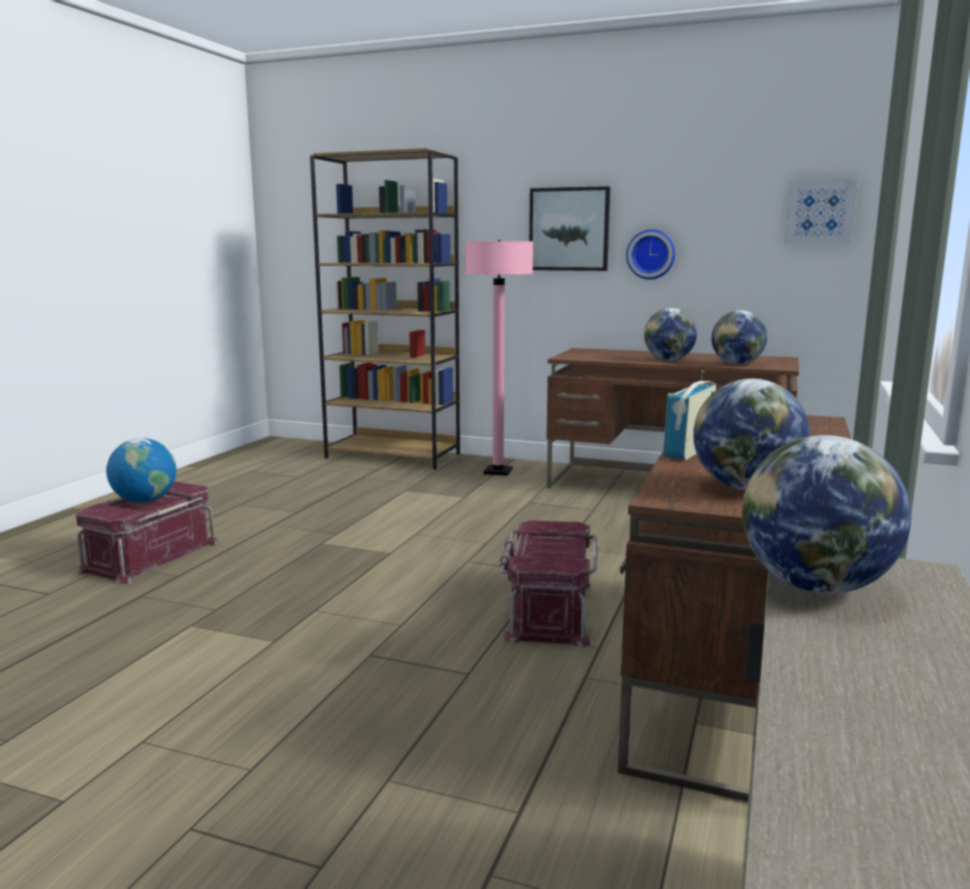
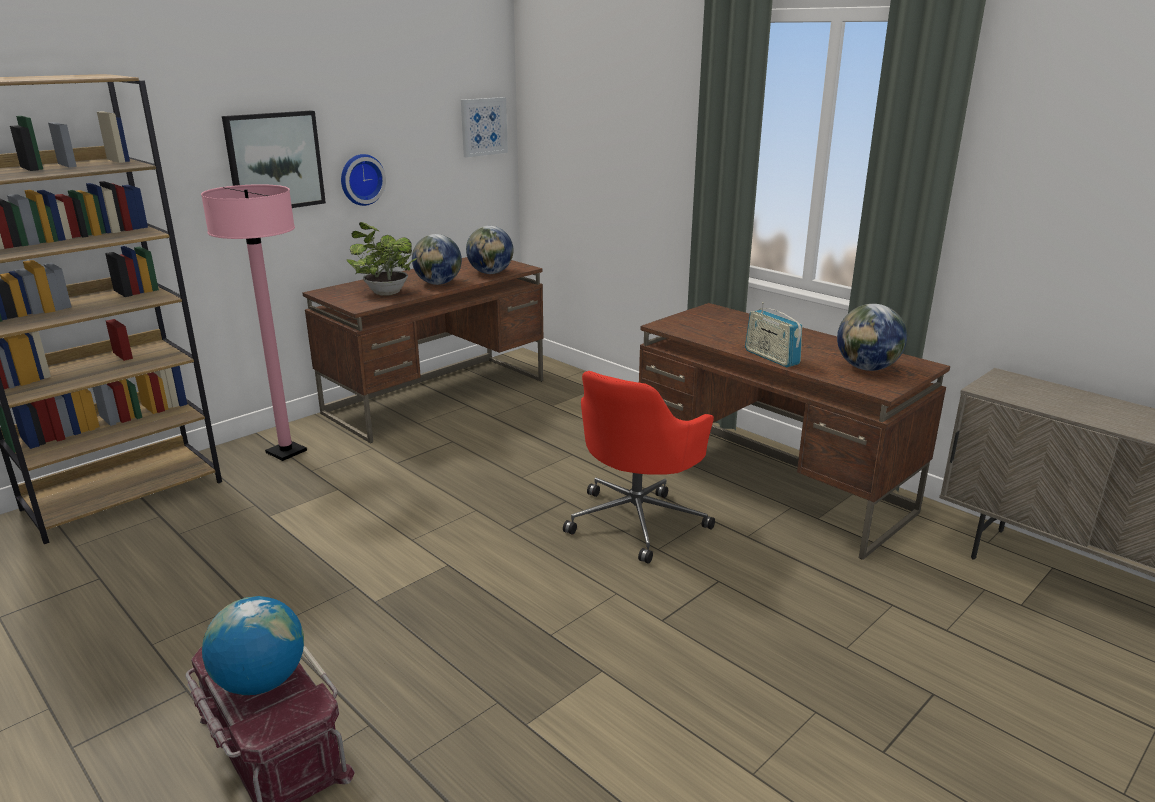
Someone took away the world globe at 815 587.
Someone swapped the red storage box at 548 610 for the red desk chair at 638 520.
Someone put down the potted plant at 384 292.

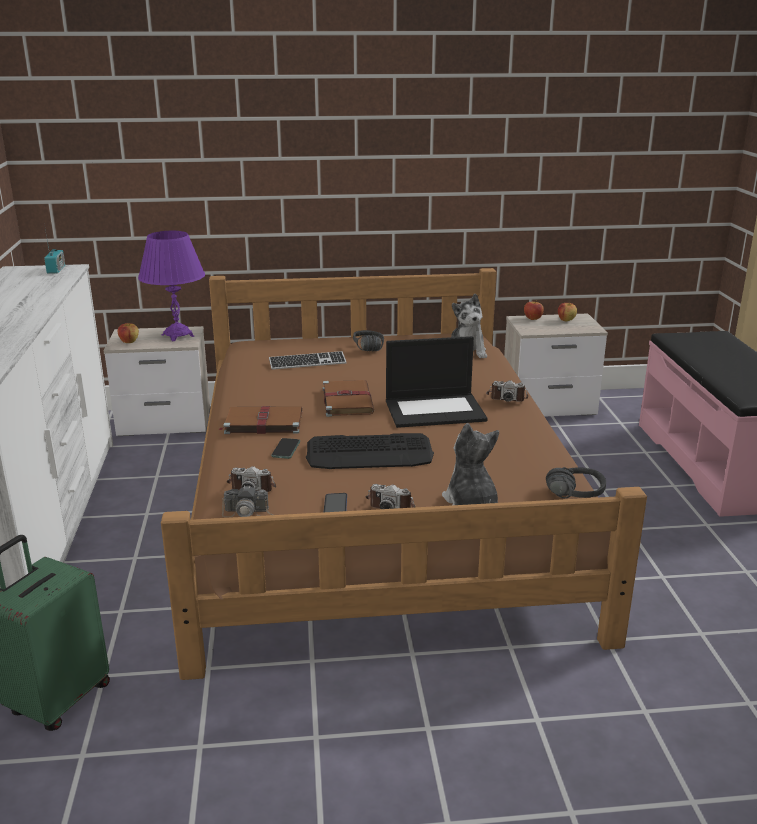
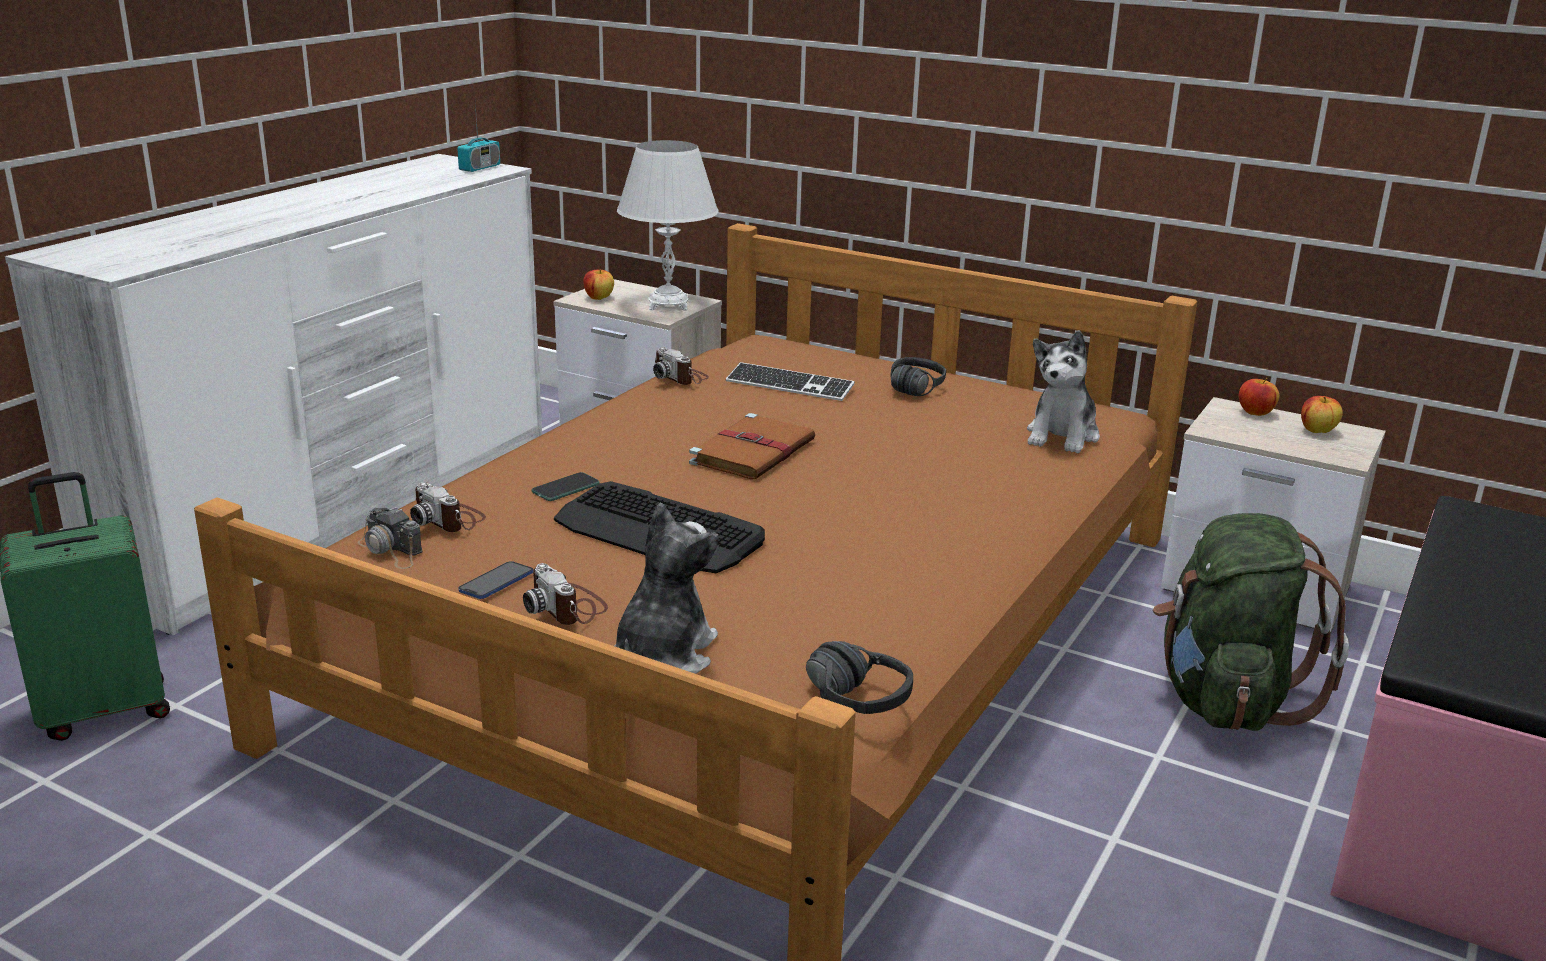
Someone repainted the purple-coloured tabletop lamp at 177 335, which became the white-coloured tabletop lamp at 668 304.
Someone took away the portable computer at 435 410.
Someone carried the still camera from 506 397 to 680 377.
Someone took away the brown-coloured bound book at 262 423.
Someone put down the green backpack at 1225 699.

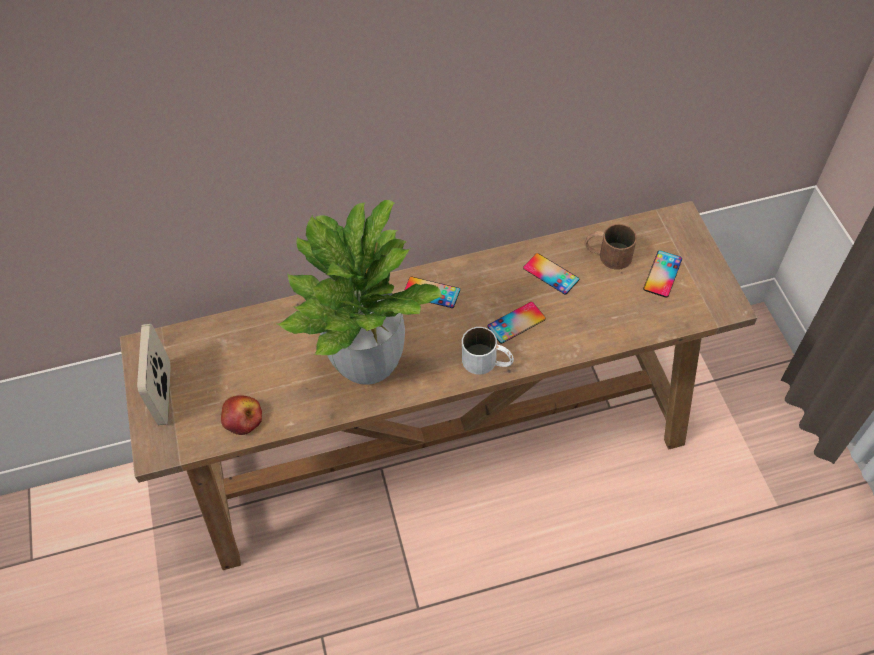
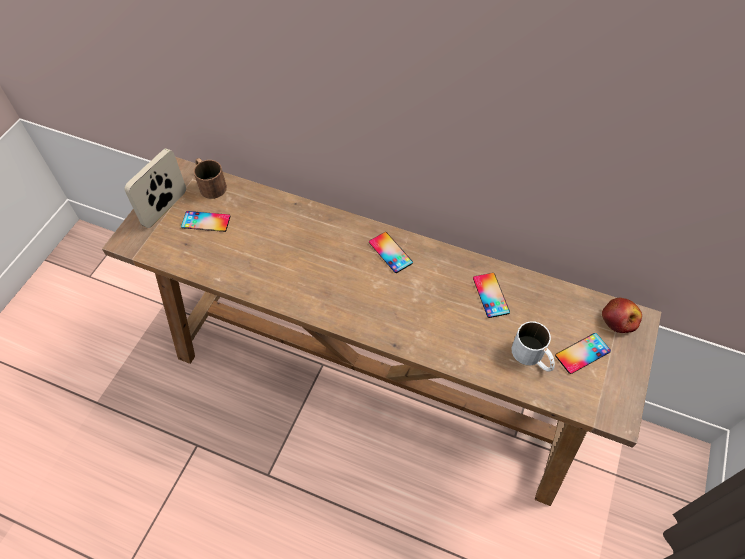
Someone took away the potted plant at 368 362.
Someone carried the brown-coloured coffee mug from 607 255 to 209 184.
Someone carried the telephone from 516 323 to 206 221.
Someone carried the white-coloured coffee mug from 487 362 to 533 357.
Someone carried the apple from 243 419 to 619 319.

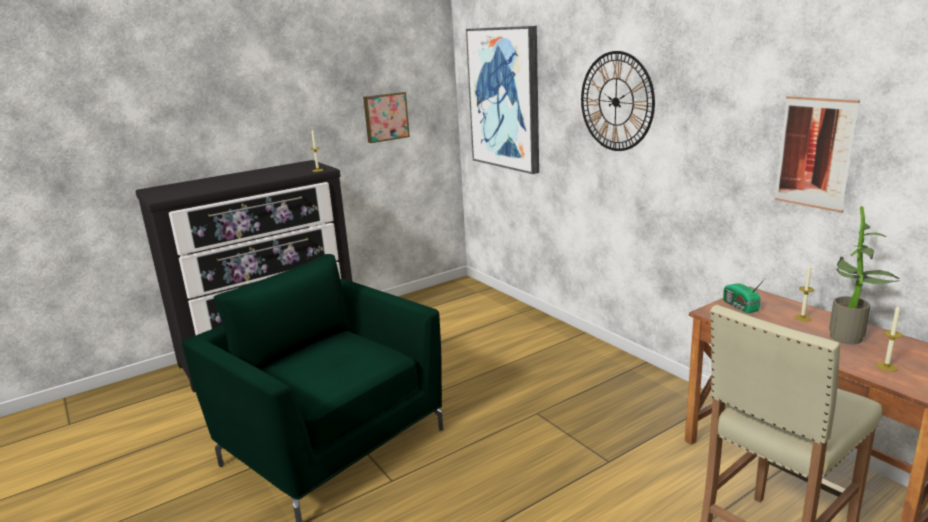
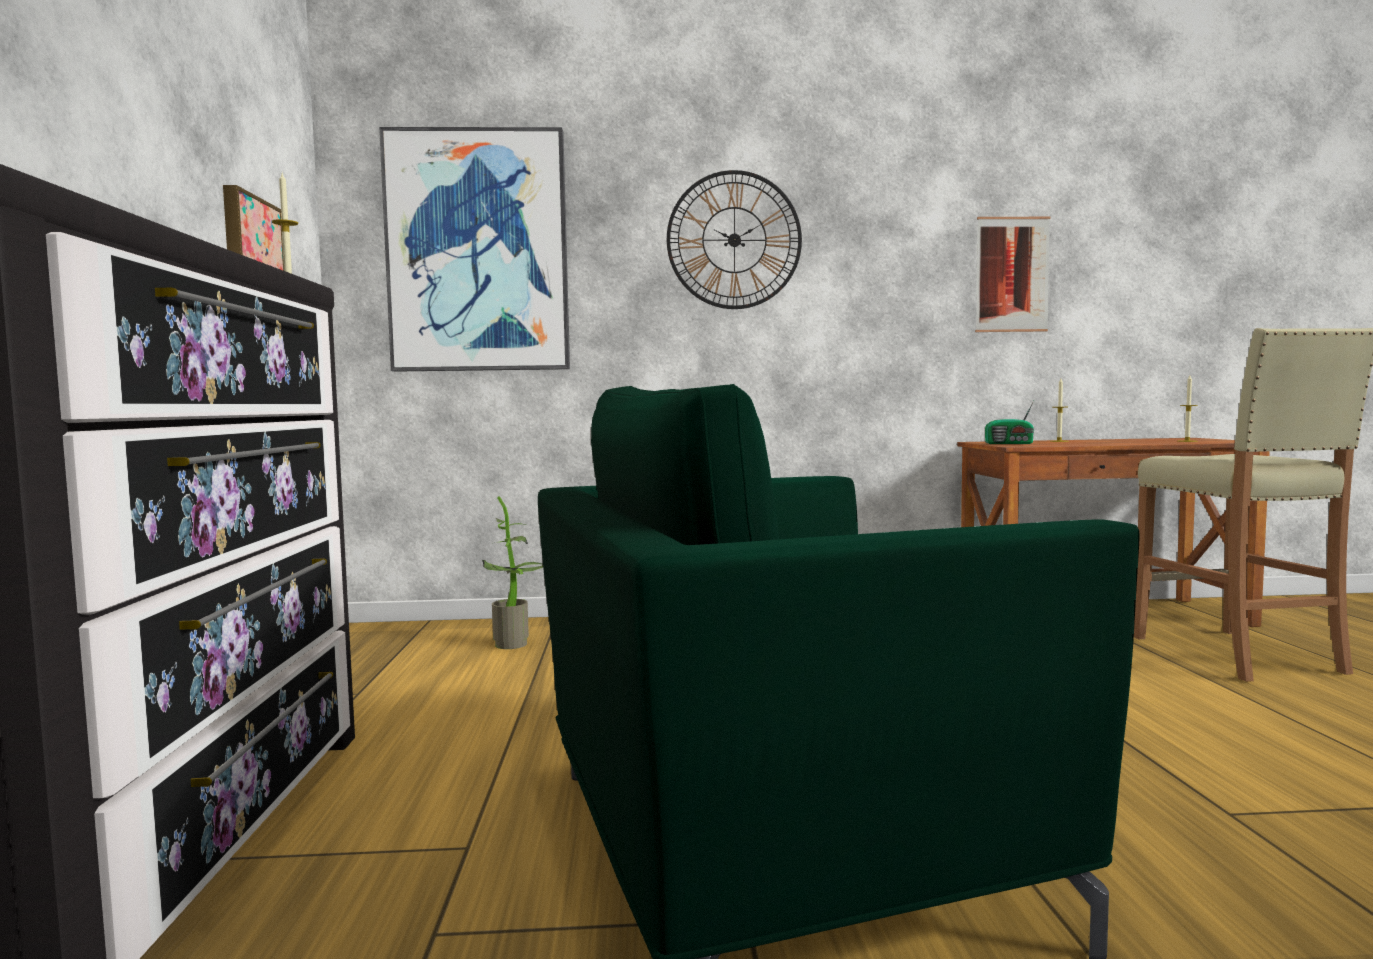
Someone carried the potted plant from 851 338 to 516 643.

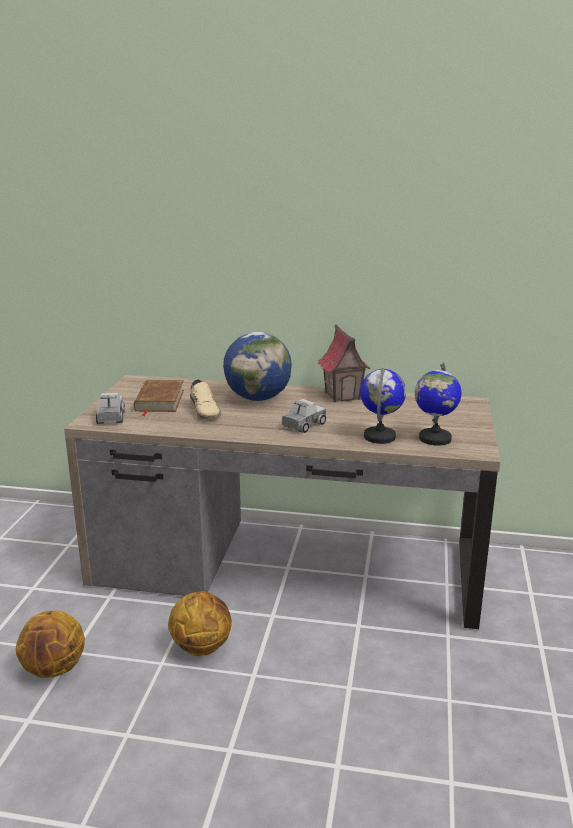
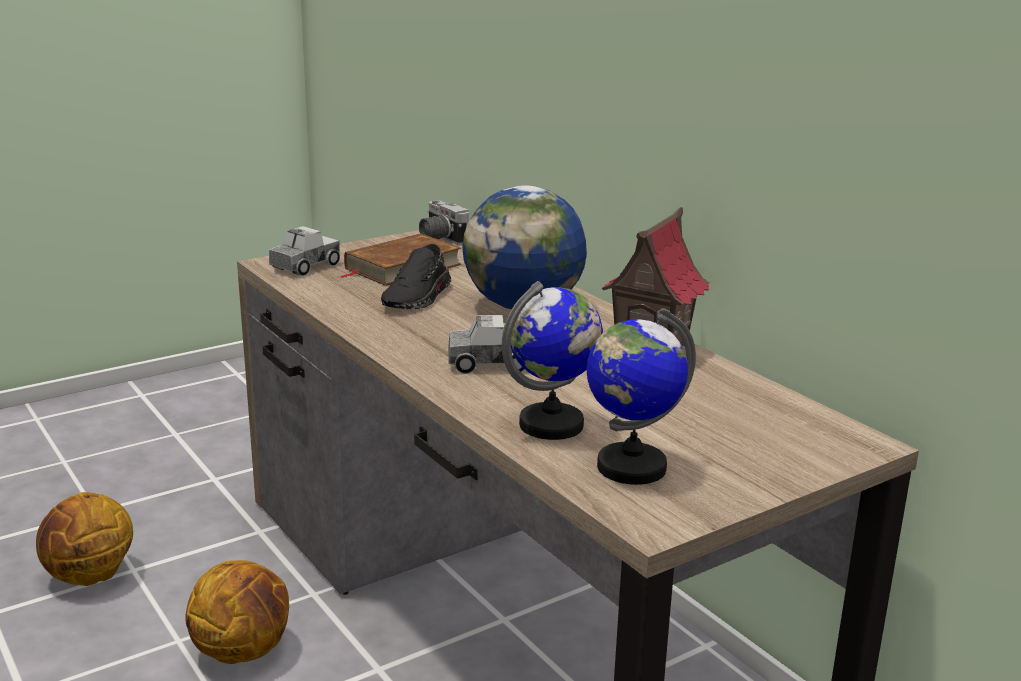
Someone repainted the beige-coloured low shoe at 205 411, which became the black-coloured low shoe at 419 298.
Someone put down the still camera at 439 239.

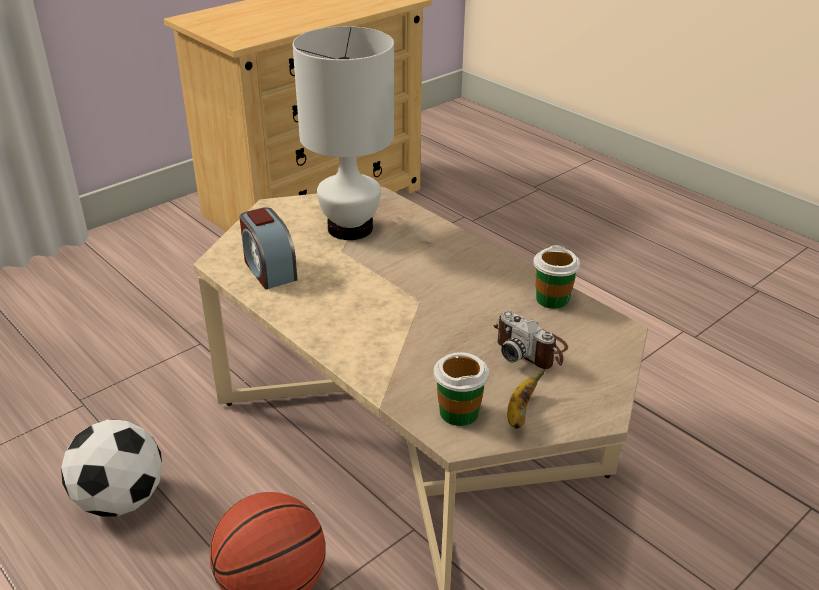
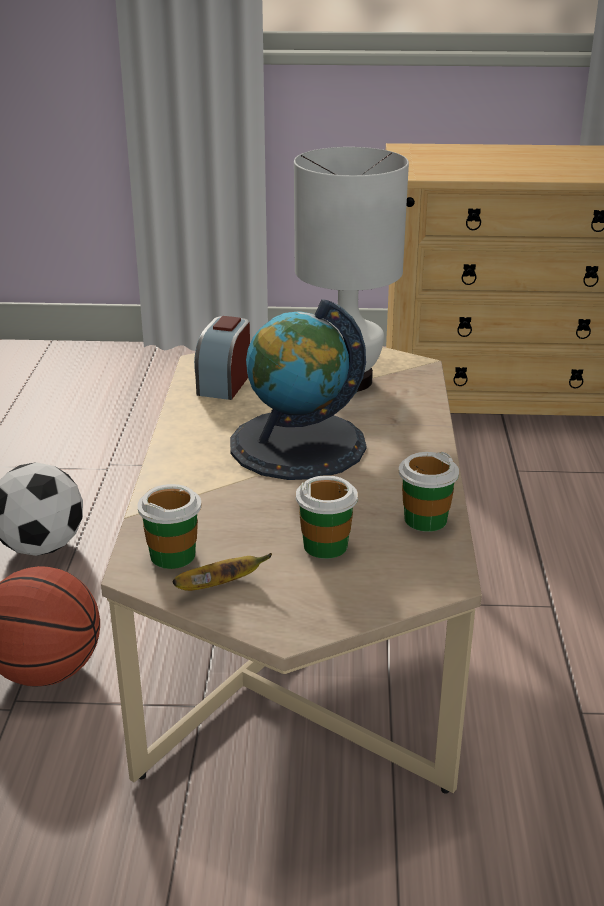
Someone swapped the still camera at 531 348 for the drinking cup at 326 545.
Someone put down the world globe at 297 445.

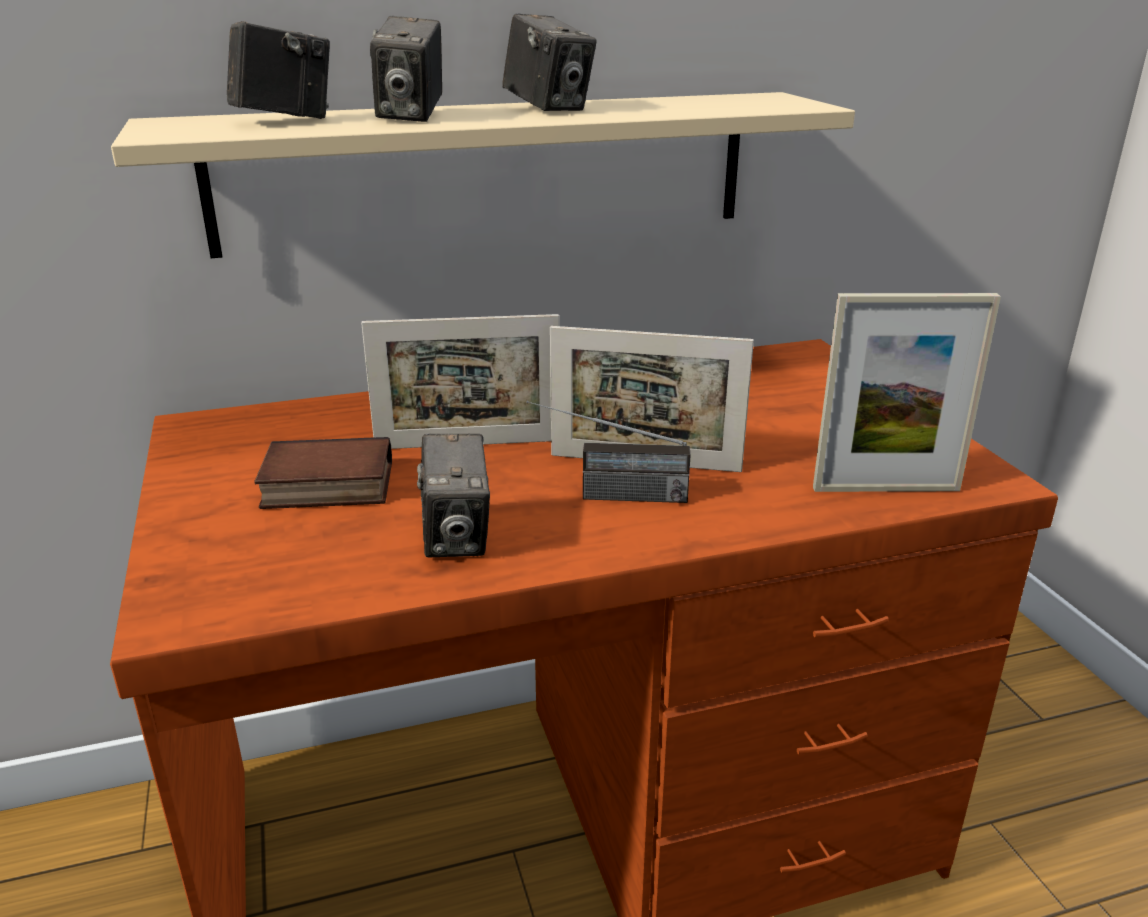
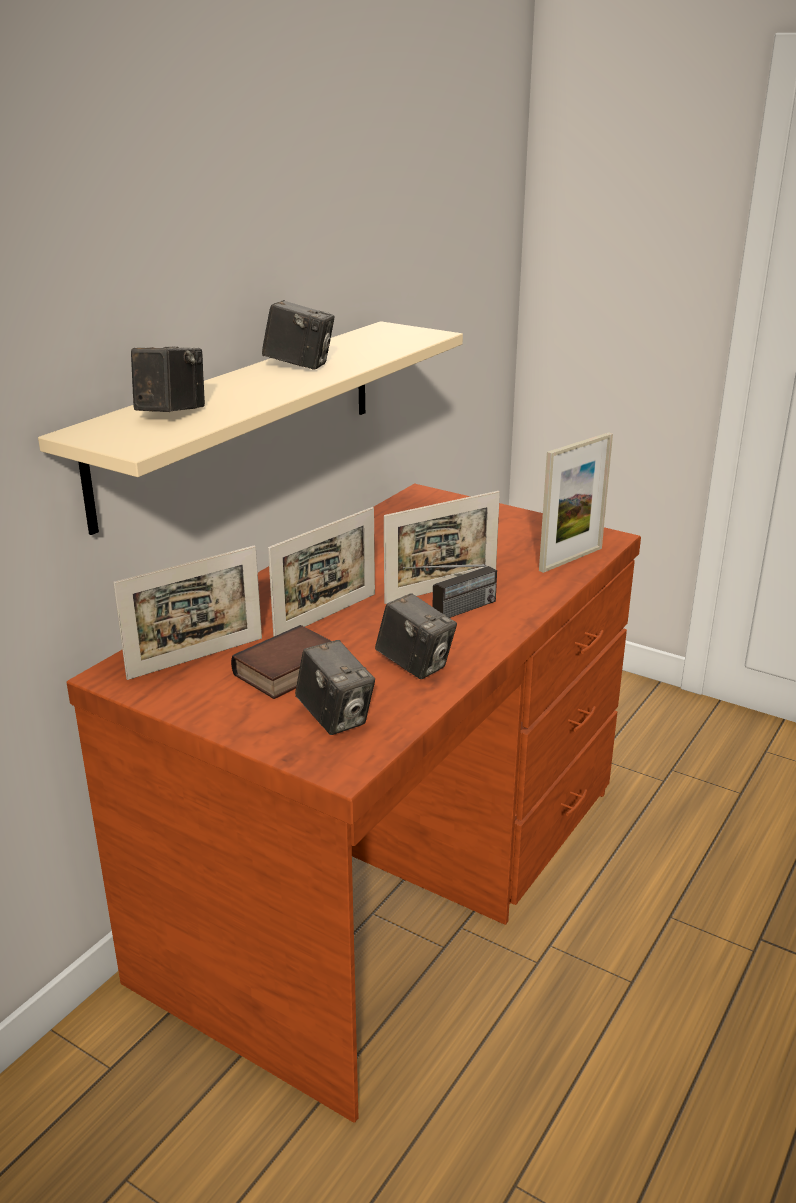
Someone carried the still camera from 411 117 to 335 718.
Someone put down the photo frame at 196 658.

